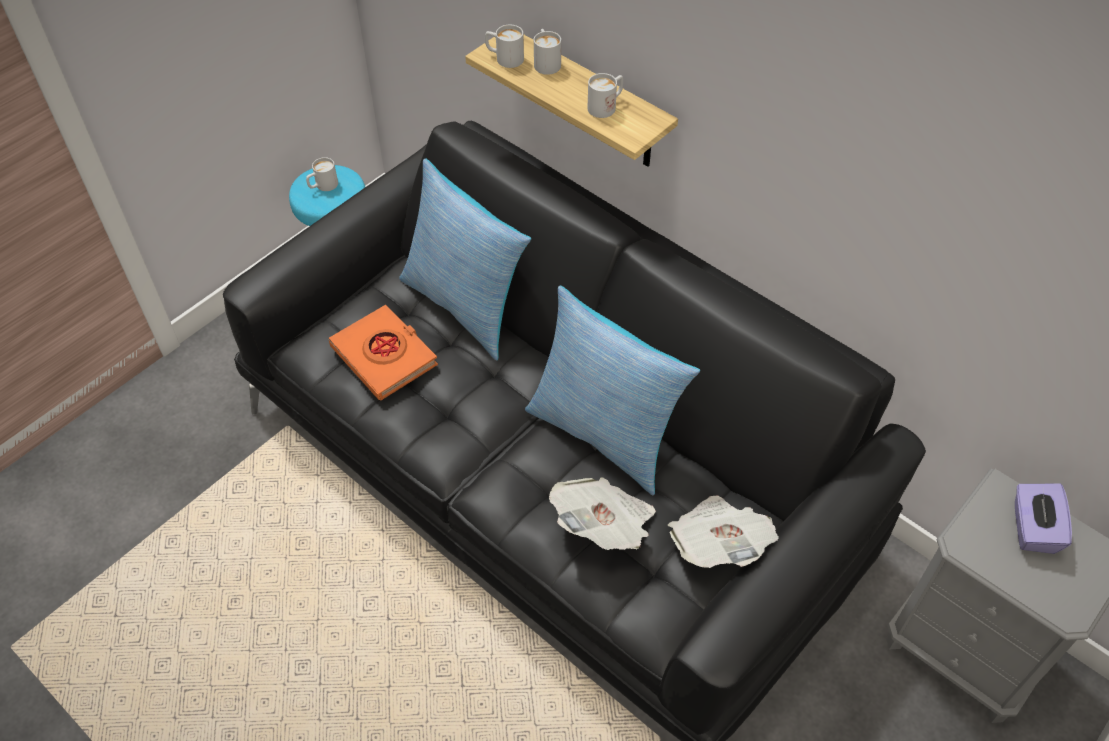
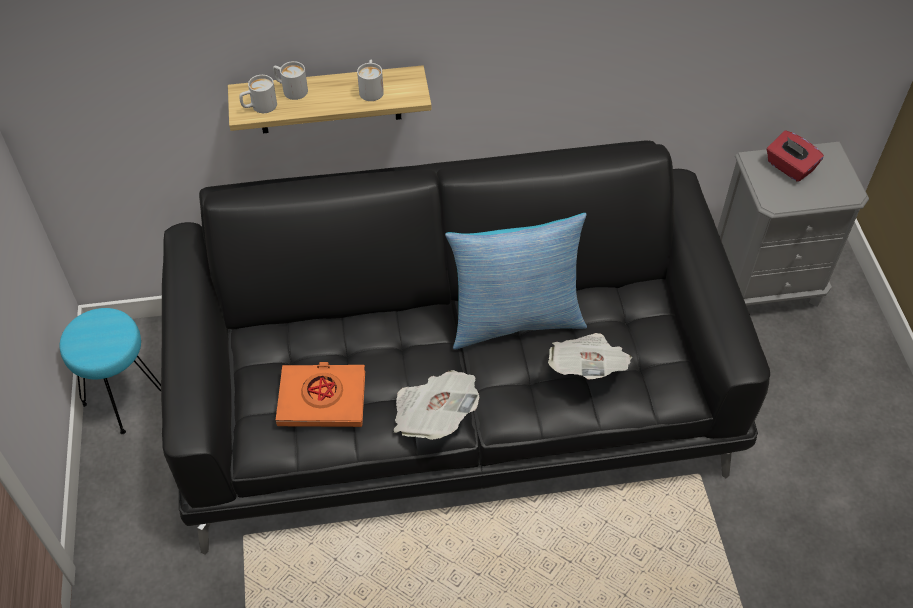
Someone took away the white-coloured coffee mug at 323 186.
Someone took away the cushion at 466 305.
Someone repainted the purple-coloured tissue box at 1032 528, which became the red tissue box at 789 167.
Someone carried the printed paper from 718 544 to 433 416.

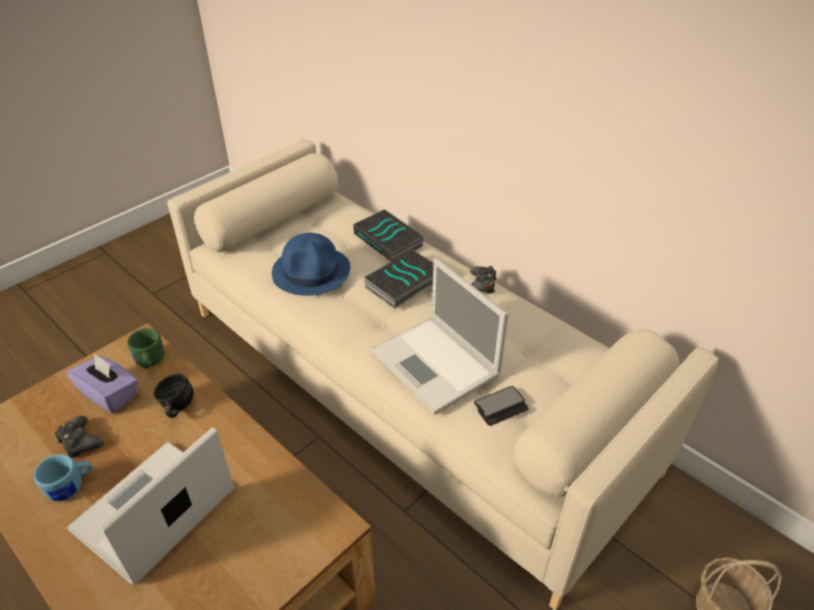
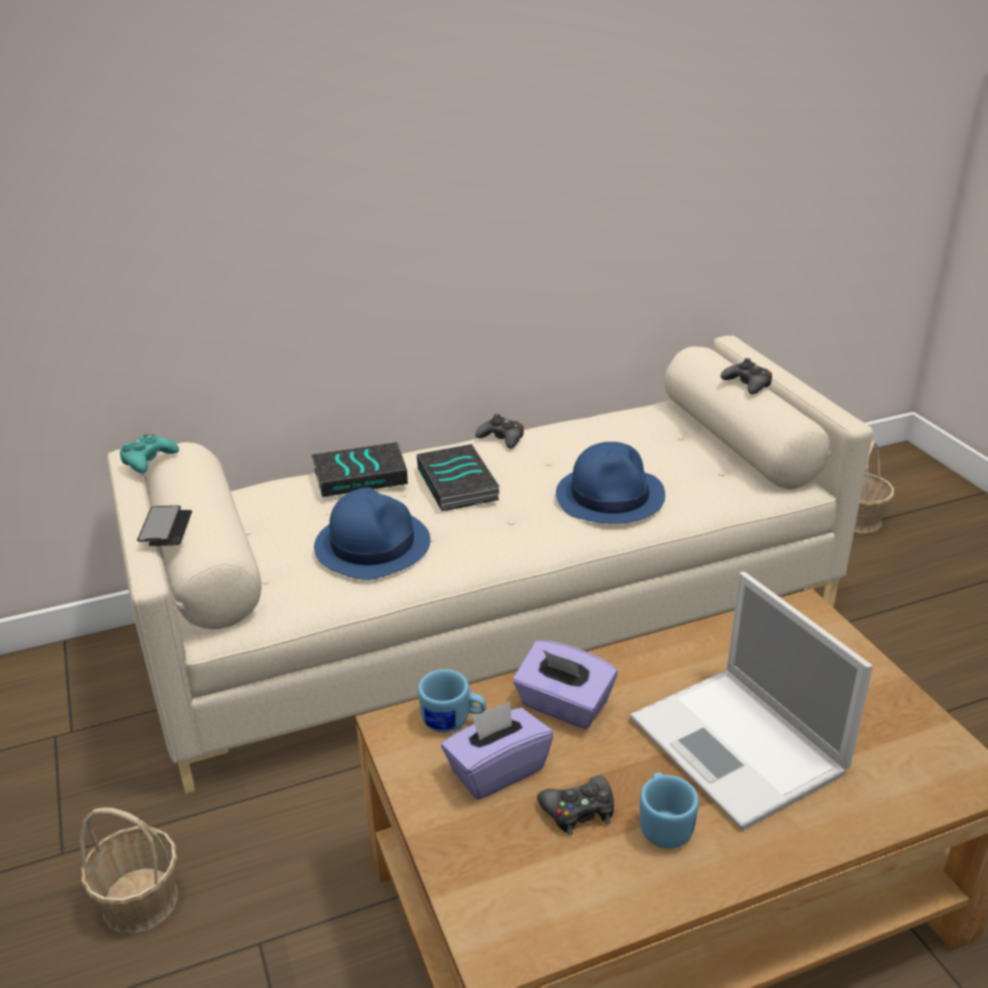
Someone swapped the portable computer at 436 364 for the bluish hat at 610 496.
Someone repainted the green coffee mug at 150 362, which became the bluish coffee mug at 453 721.
Someone swapped the black-coloured coffee mug at 175 408 for the purple-coloured tissue box at 563 706.
Someone carried the telephone from 501 407 to 165 528.
Someone put down the black-coloured game controller at 747 384.
Someone put down the turquoise-coloured game controller at 148 460.
Someone put down the storage basket at 140 901.

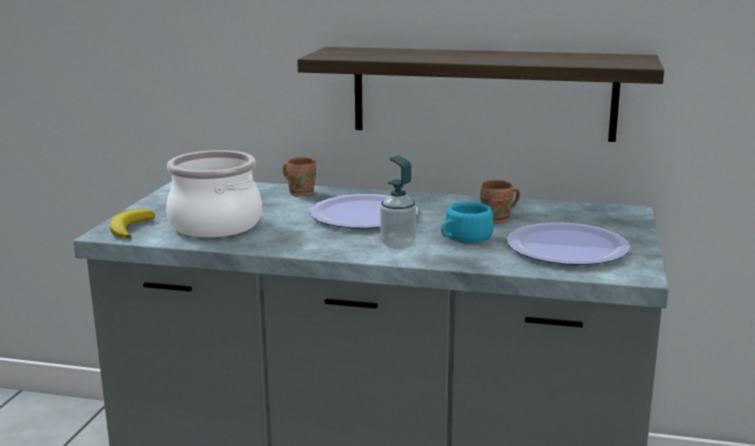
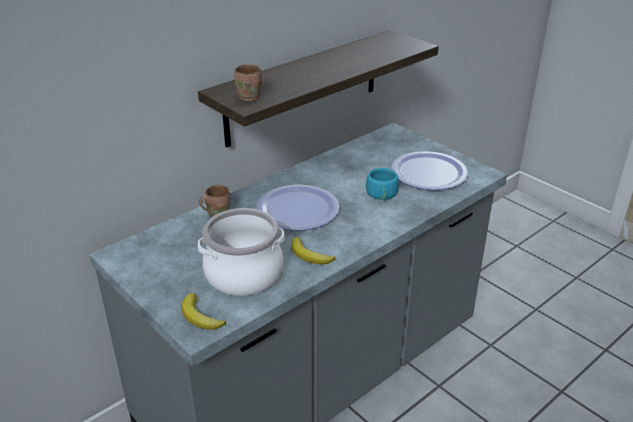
Someone took away the liquid soap bottle at 398 244.
Someone carried the brown-coloured coffee mug from 498 220 to 251 97.
Someone put down the banana fruit at 310 255.

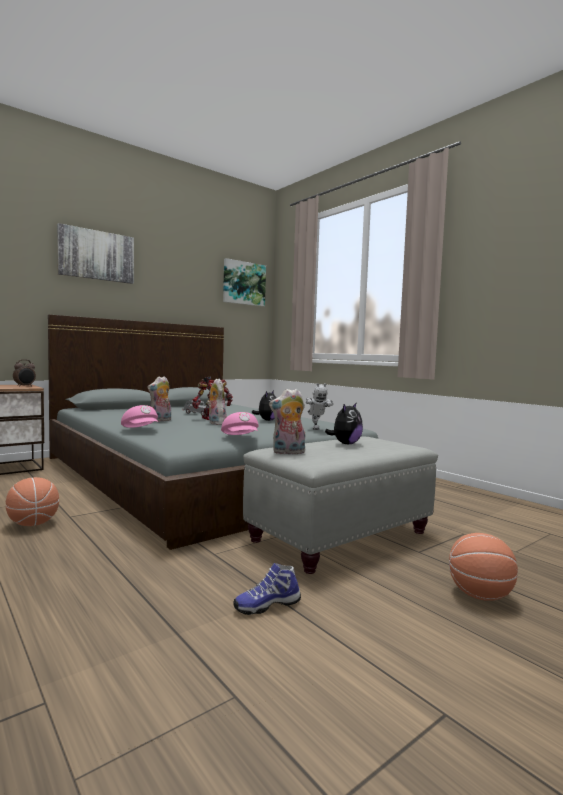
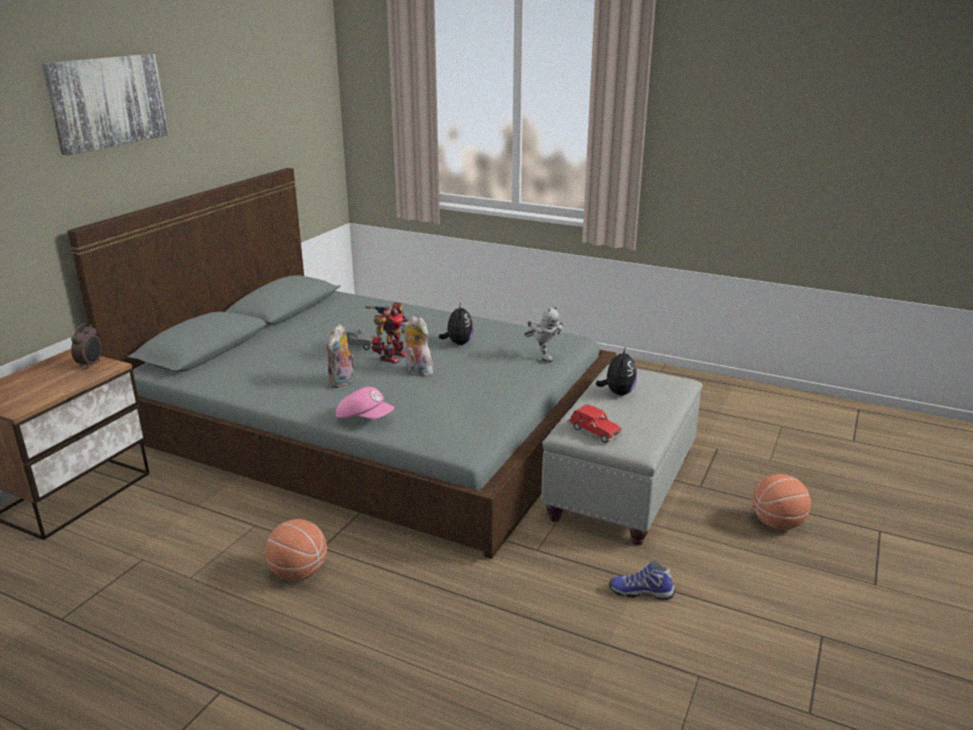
Someone took away the wall picture at 244 283.
Someone swapped the plush toy at 288 453 for the red model car at 593 432.
Someone took away the pink peaked cap at 241 438.
Someone rotated the low shoe at 266 605 by 60 degrees clockwise.

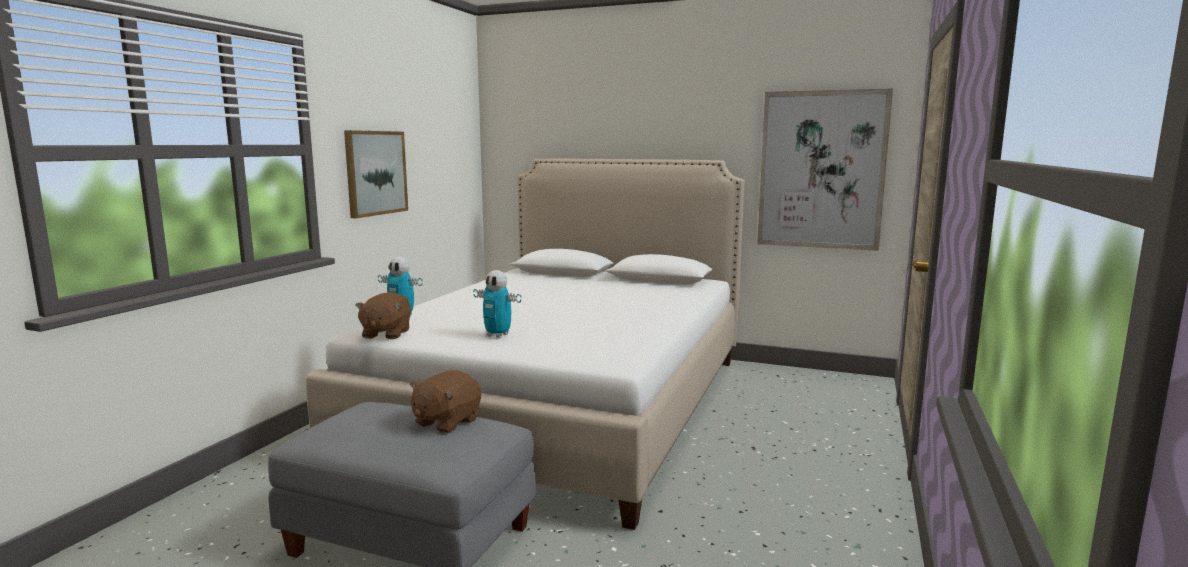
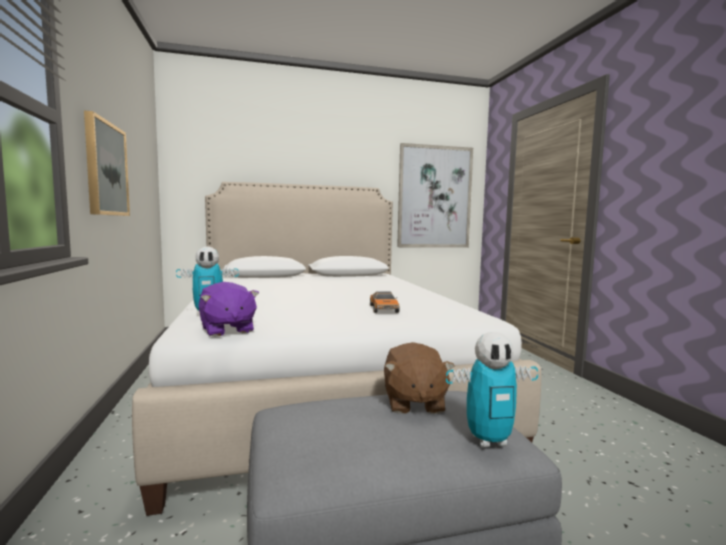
Someone carried the model robot from 498 335 to 489 440.
Someone repainted the brown-coloured plush toy at 386 334, which became the purple-coloured plush toy at 226 330.
Someone put down the model car at 384 309.

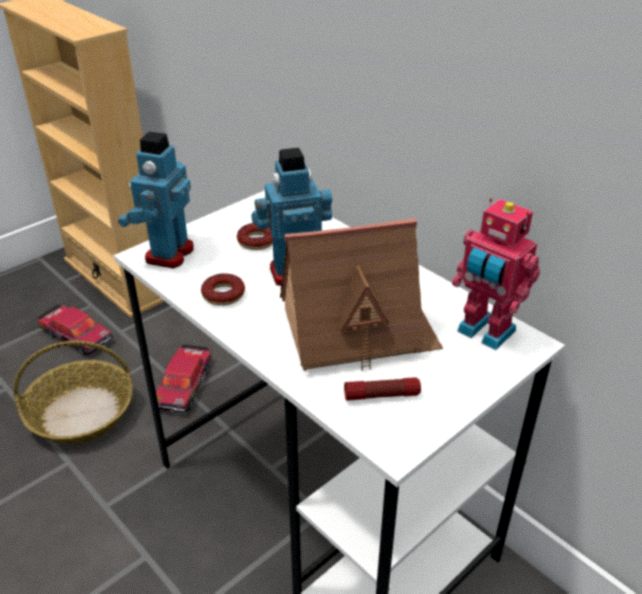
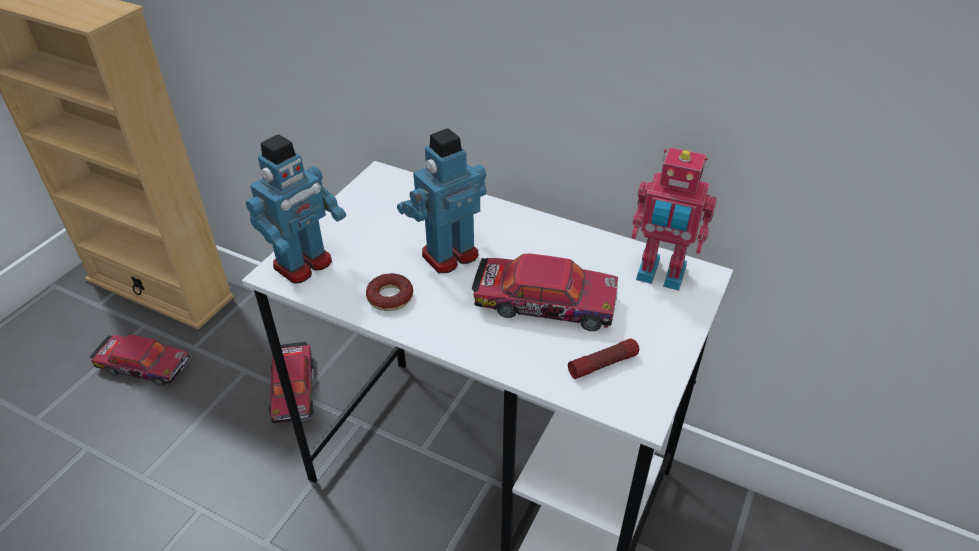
Someone rotated the model robot at 168 254 by 135 degrees counterclockwise.
Someone swapped the toy house at 357 330 for the model car at 544 302.
Someone took away the donut at 257 241.
Someone took away the storage basket at 82 412.

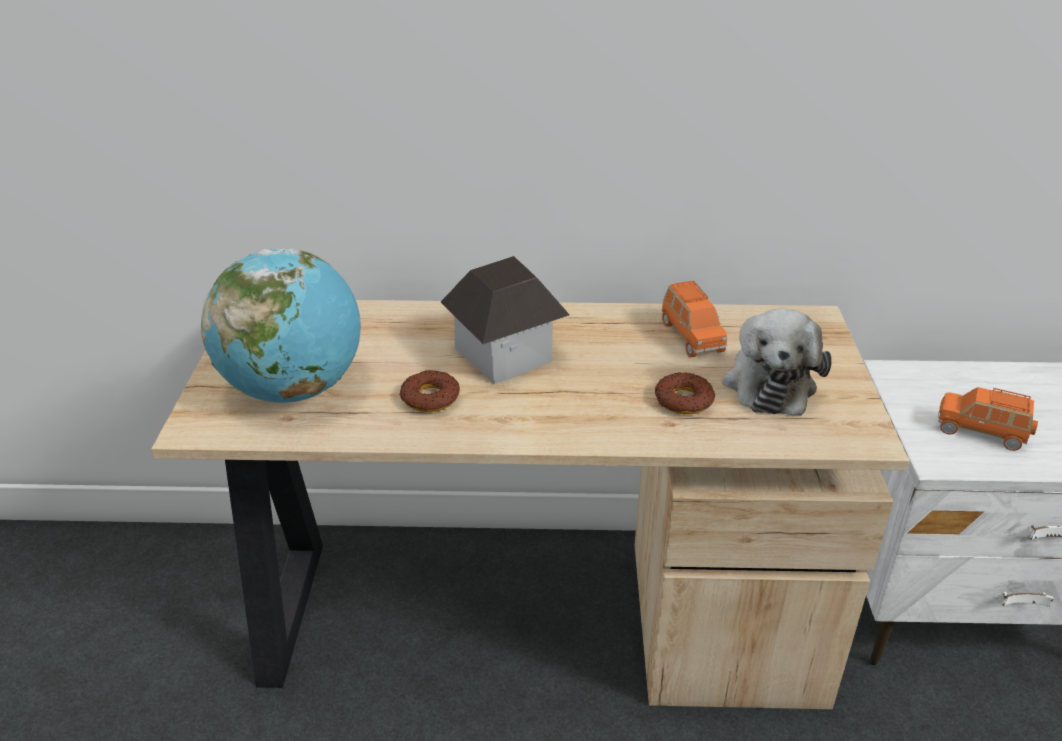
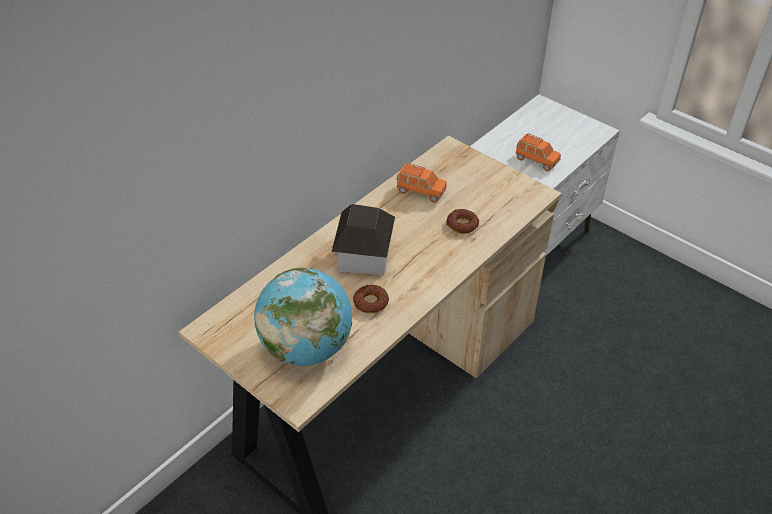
Someone took away the plush toy at 769 382.
Someone rotated the orange-coloured model car at 981 432 by 120 degrees counterclockwise.

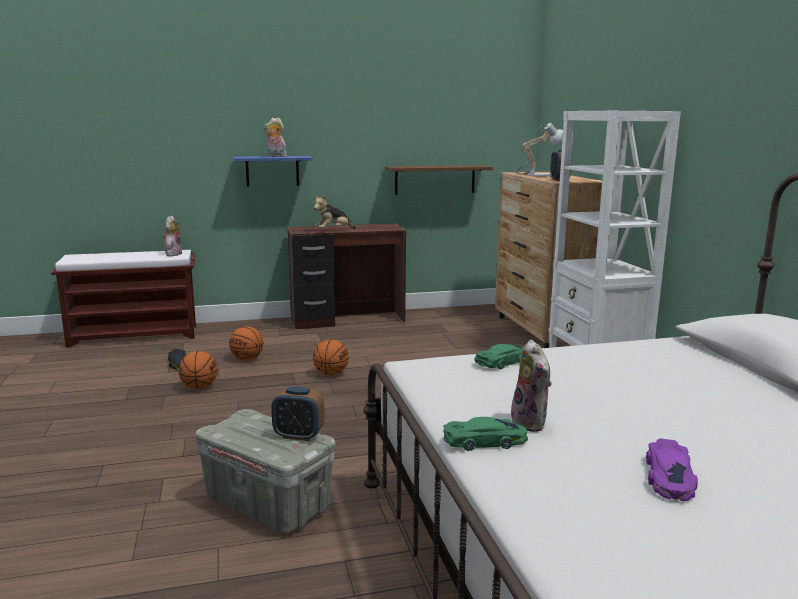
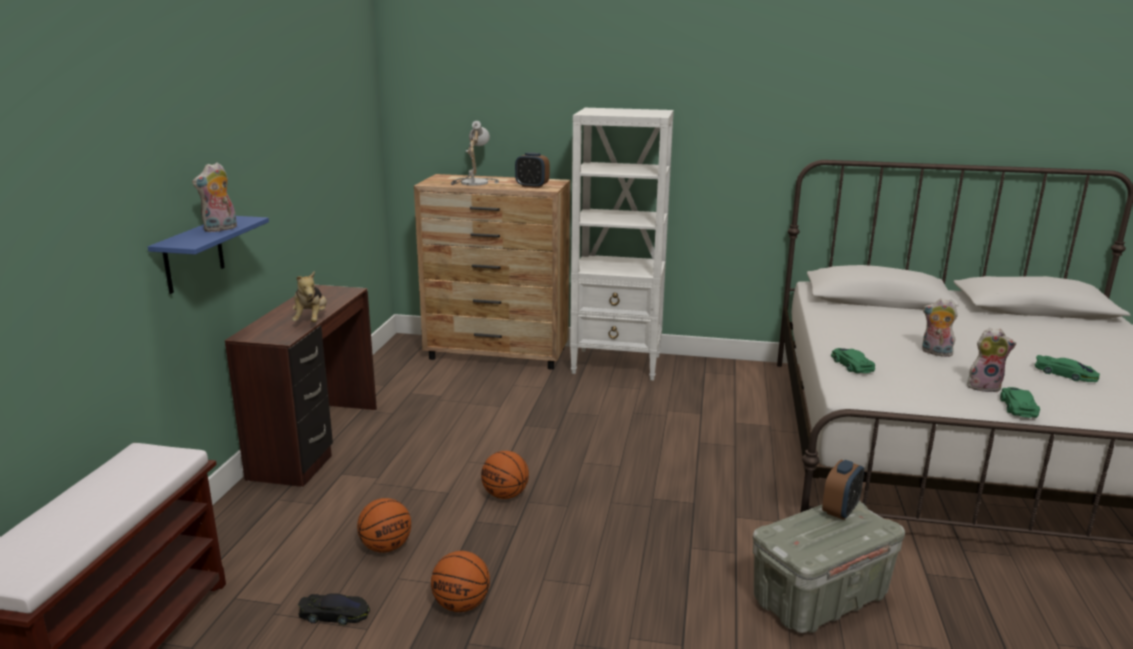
Someone took away the brown-coloured bracket shelf at 435 179.
Someone carried the plush toy from 173 254 to 935 353.
Someone repainted the purple-coloured model car at 669 477, which became the green model car at 1065 374.

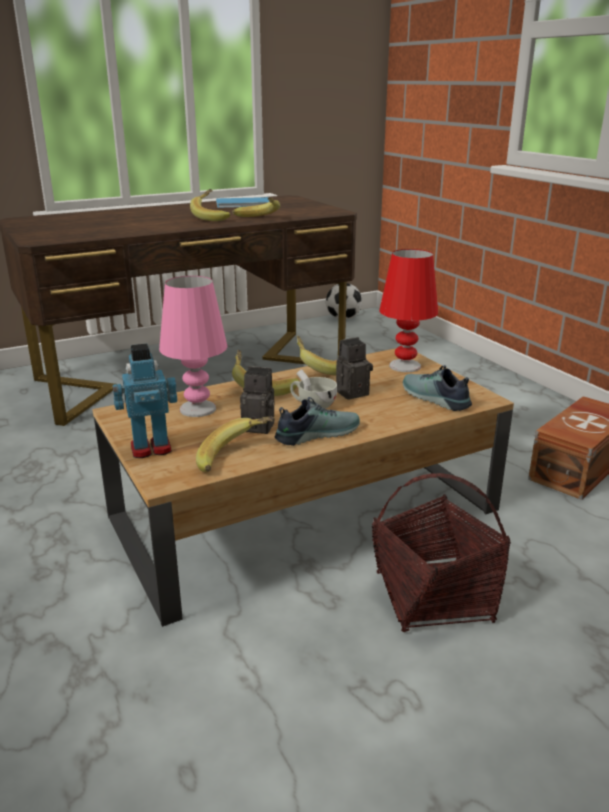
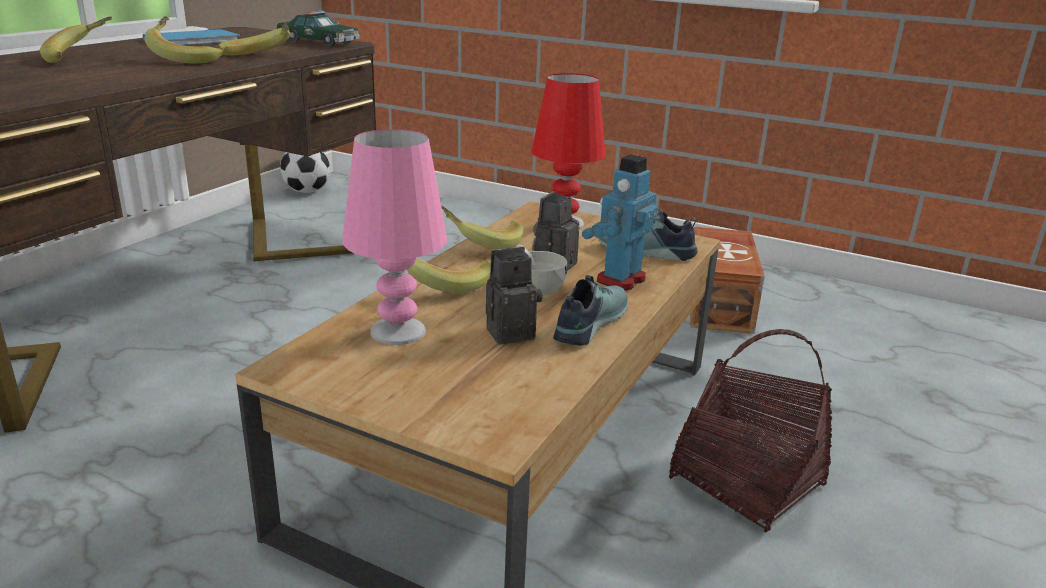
Someone carried the model robot from 150 448 to 619 279.
Someone carried the banana fruit from 236 459 to 81 58.
Someone put down the model car at 318 42.

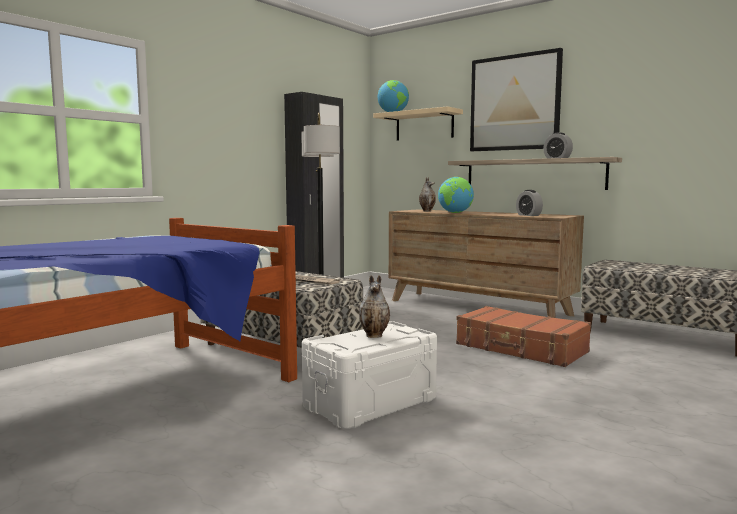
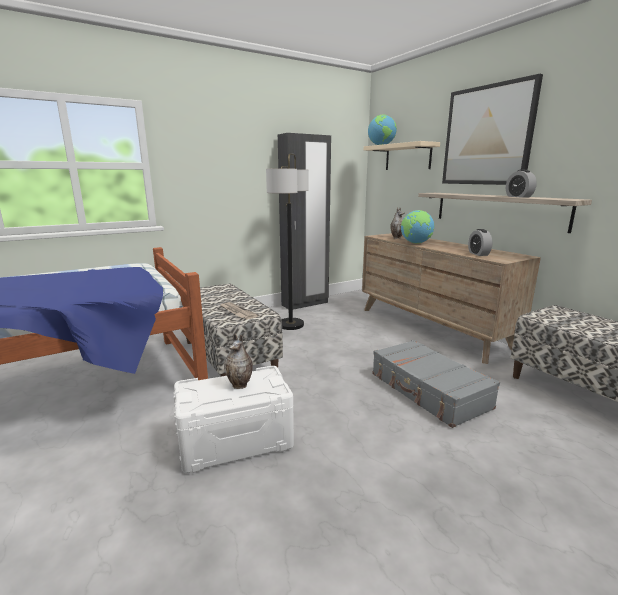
Someone repainted the brown-coloured travel case at 521 349, which became the gray travel case at 428 391.

